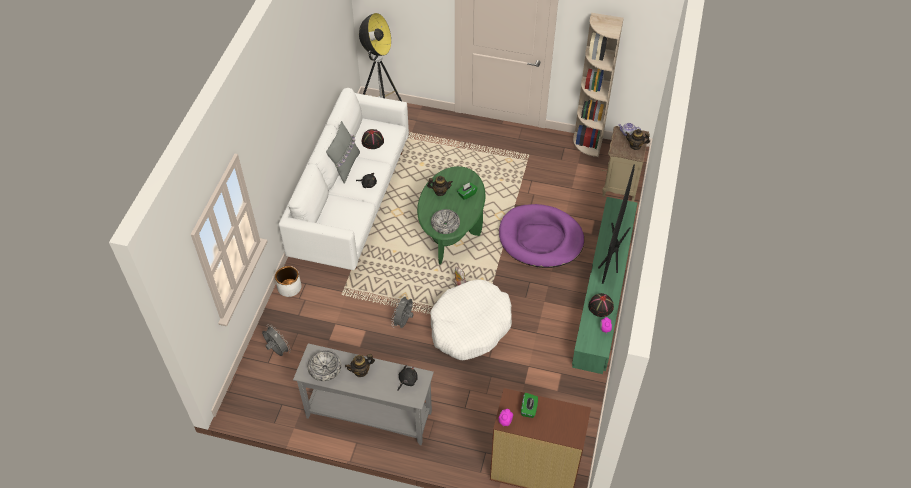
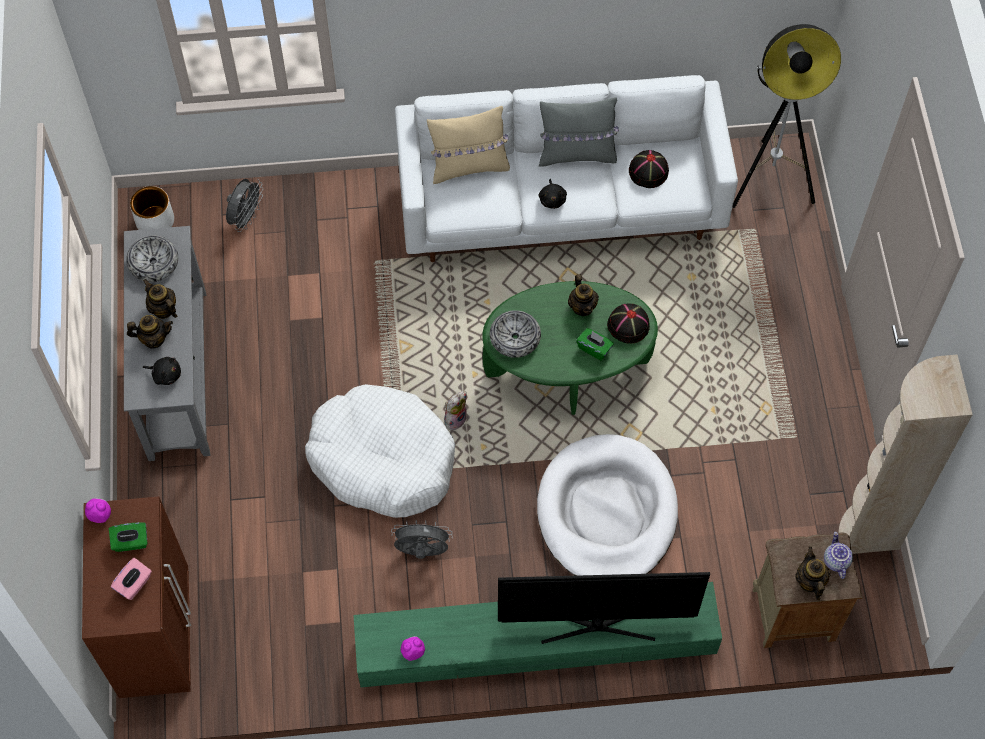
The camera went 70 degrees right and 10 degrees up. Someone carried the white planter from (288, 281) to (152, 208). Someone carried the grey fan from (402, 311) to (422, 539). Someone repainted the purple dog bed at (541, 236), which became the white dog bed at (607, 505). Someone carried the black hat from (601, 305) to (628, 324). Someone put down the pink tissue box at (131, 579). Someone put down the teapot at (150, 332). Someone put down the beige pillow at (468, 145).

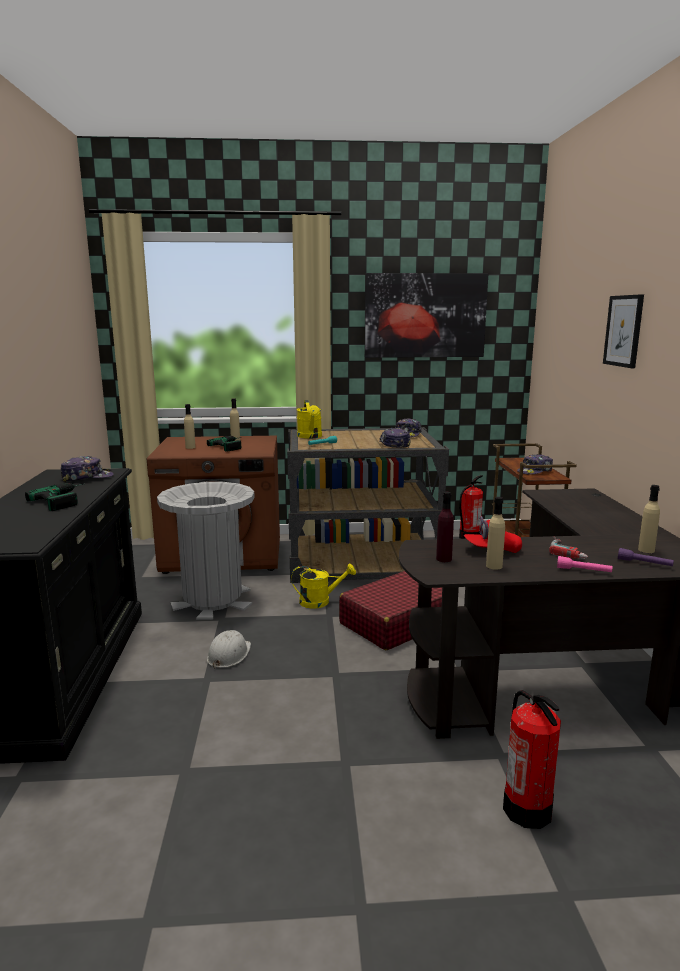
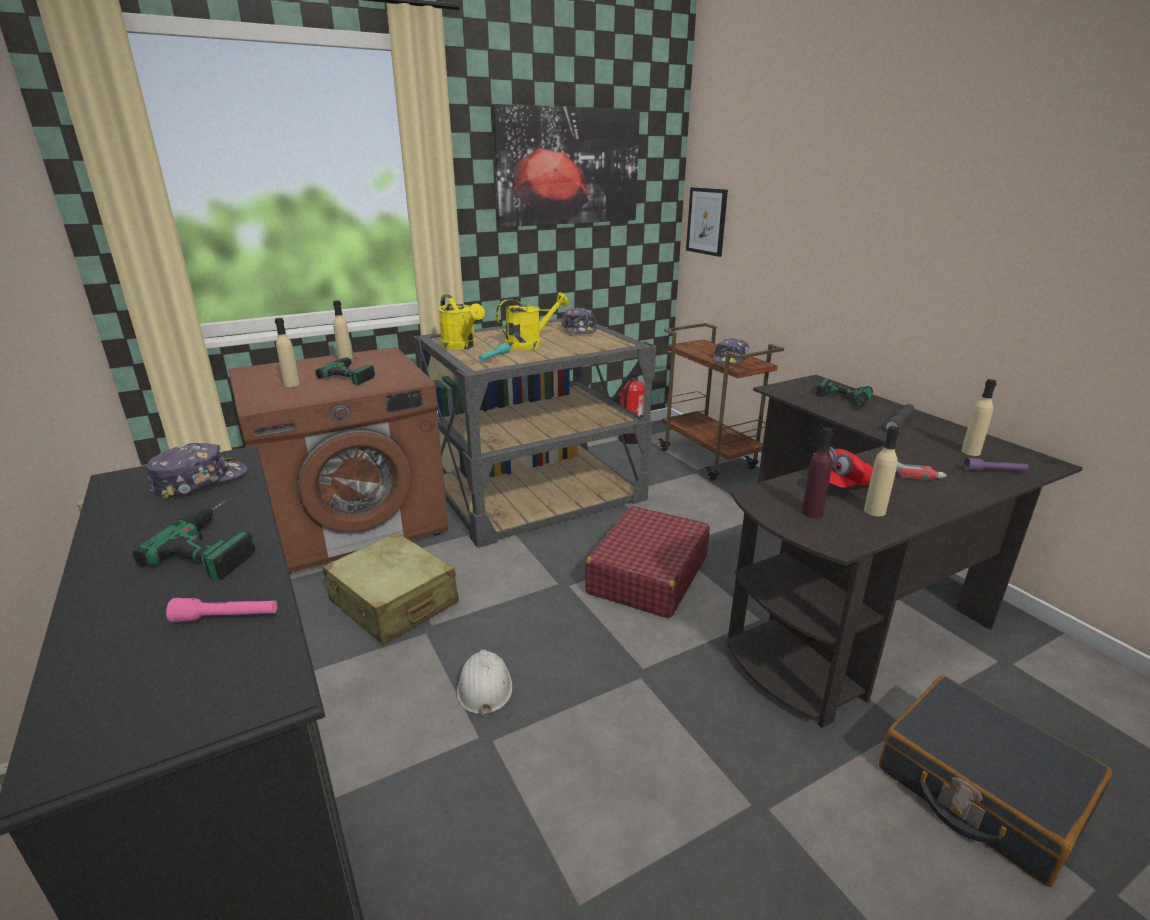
The camera went 25 degrees left and 10 degrees up. Someone swapped the grey trash can at (206, 551) for the beige suitcase at (390, 588). Someone carried the yellow watering can from (323, 586) to (532, 321). Someone took away the cap at (395, 438). Someone swapped the fire extinguisher at (532, 759) for the black suitcase at (996, 781). Someone carried the pink flashlight from (585, 564) to (221, 610). Someone carried the picture from (623, 331) to (707, 222). Someone put down the power drill at (844, 393). Someone put down the grey flashlight at (899, 417).

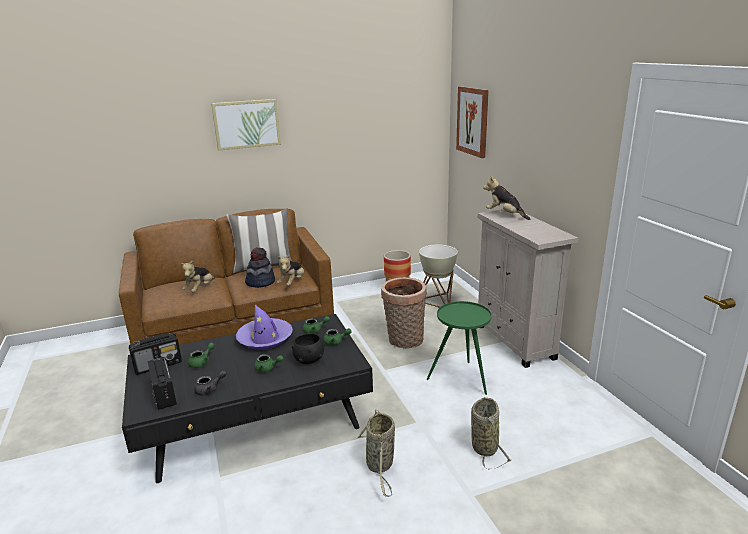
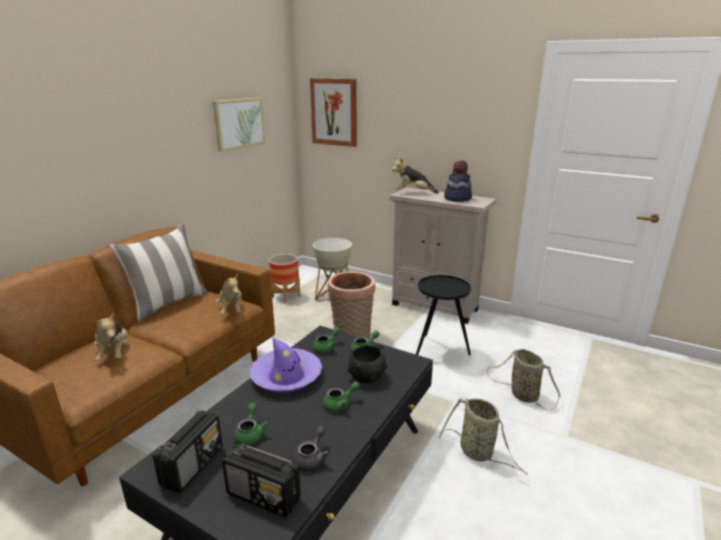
The camera went 40 degrees left and 0 degrees up. Someone carried the picture from (246, 124) to (239, 125). Someone carried the hat from (260, 267) to (458, 181). Someone repainted the green side table at (459, 348), which became the black side table at (443, 315).

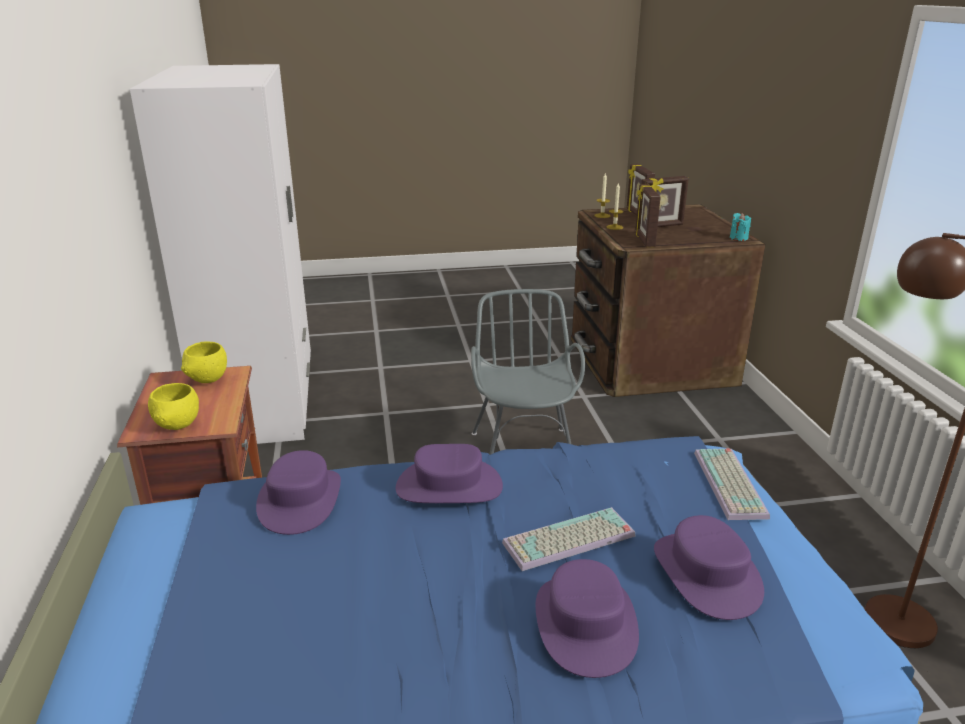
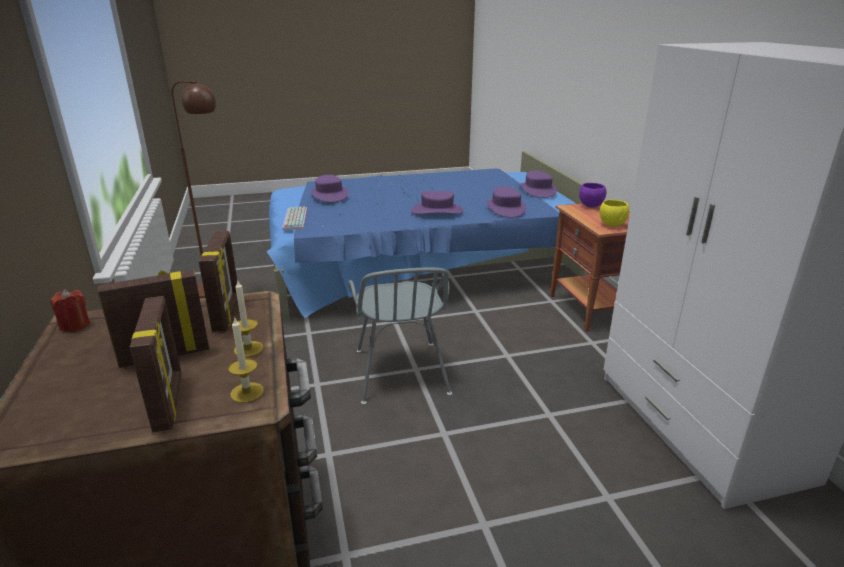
The camera went 175 degrees right and 0 degrees up. Someone repainted the yellow bowl at (173, 406), which became the purple bowl at (593, 195). Someone took away the keyboard at (569, 539). Someone carried the purple hat from (587, 618) to (538, 184). Someone repainted the turquoise candle at (740, 227), which became the red candle at (70, 310).

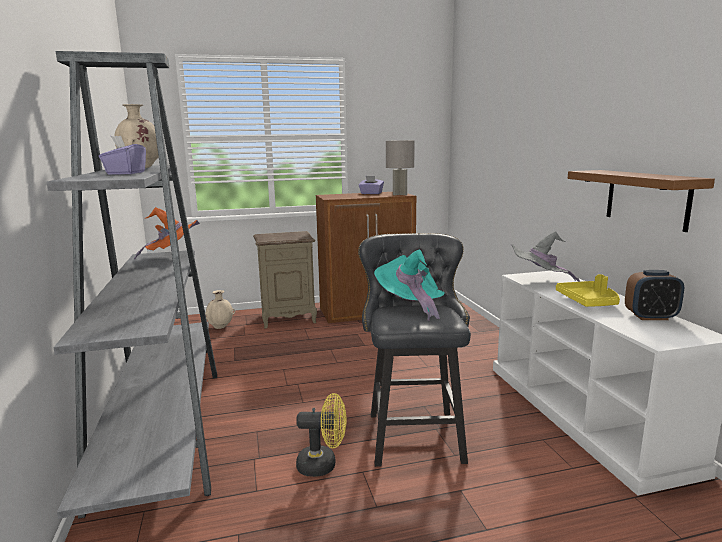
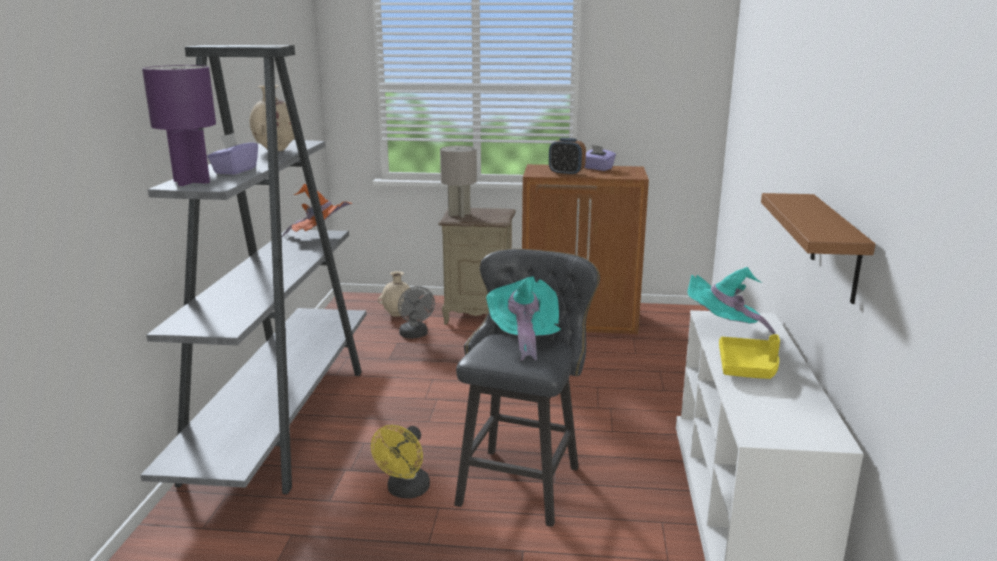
The camera went 20 degrees right and 5 degrees up. Someone rotated the yellow fan at (321, 435) by 90 degrees clockwise. Someone carried the grey table lamp from (400, 167) to (458, 182). Someone repainted the grey hat at (545, 256), which became the turquoise hat at (732, 300). Someone carried the alarm clock from (654, 295) to (567, 157). Someone put down the purple table lamp at (179, 125). Someone put down the grey fan at (416, 312).

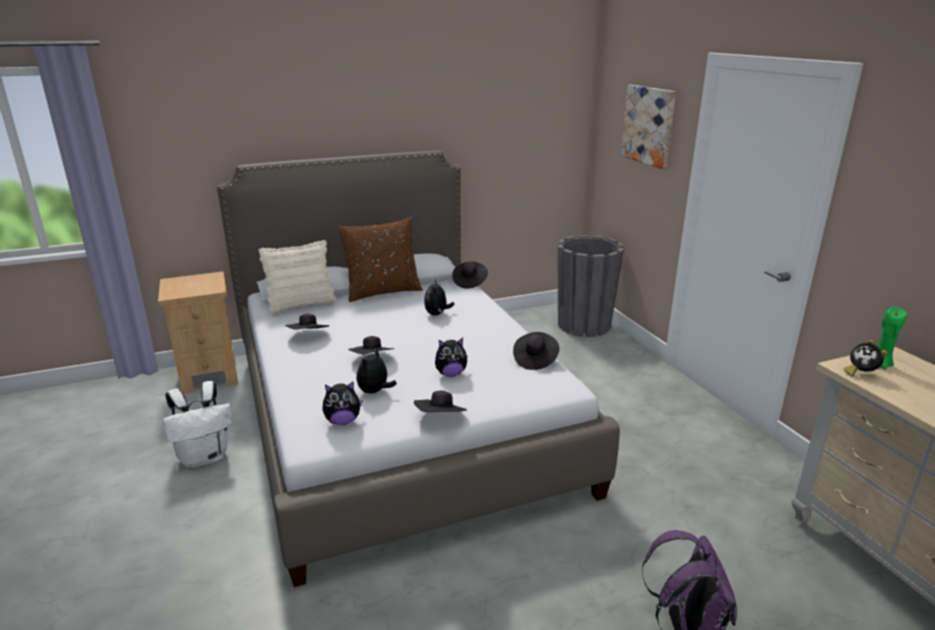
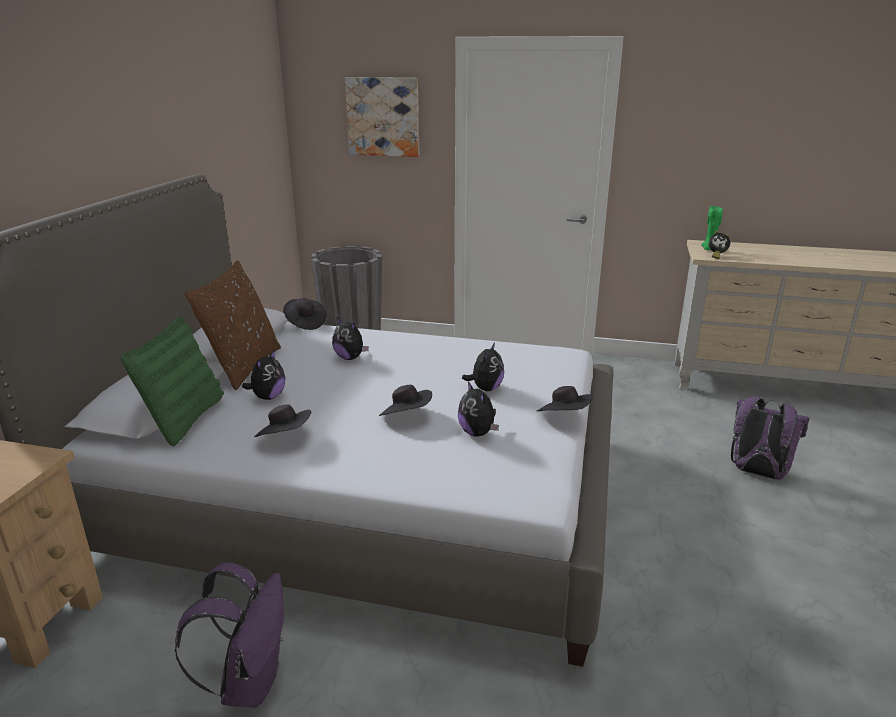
The camera went 55 degrees left and 0 degrees up. Someone repainted the white backpack at (197, 424), which became the purple backpack at (229, 635). Someone repainted the beige pillow at (297, 277), which became the green pillow at (172, 381). Someone carried the plush toy from (342, 403) to (263, 375). Someone took away the black hat at (536, 351).

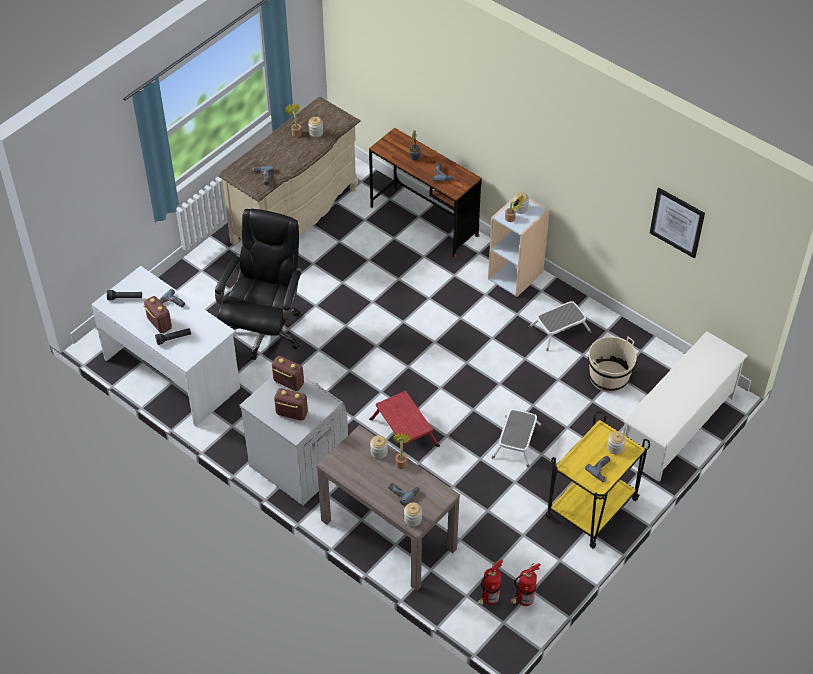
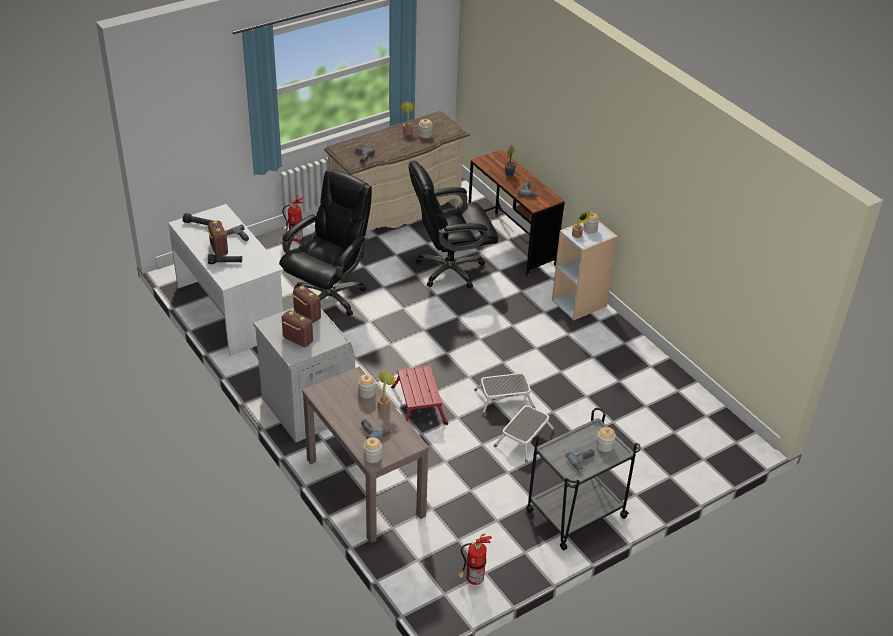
The camera went 15 degrees right and 10 degrees down. Someone carried the fire extinguisher from (490, 582) to (293, 218). Someone carried the grey step ladder from (560, 326) to (505, 394). Someone repainted the yellow cart at (598, 480), which became the grey cart at (583, 479). Someone took away the beige bucket at (612, 364). Someone took away the white shoe rack at (685, 406). Someone took away the picture at (677, 223). Someone put down the black office chair at (453, 224).

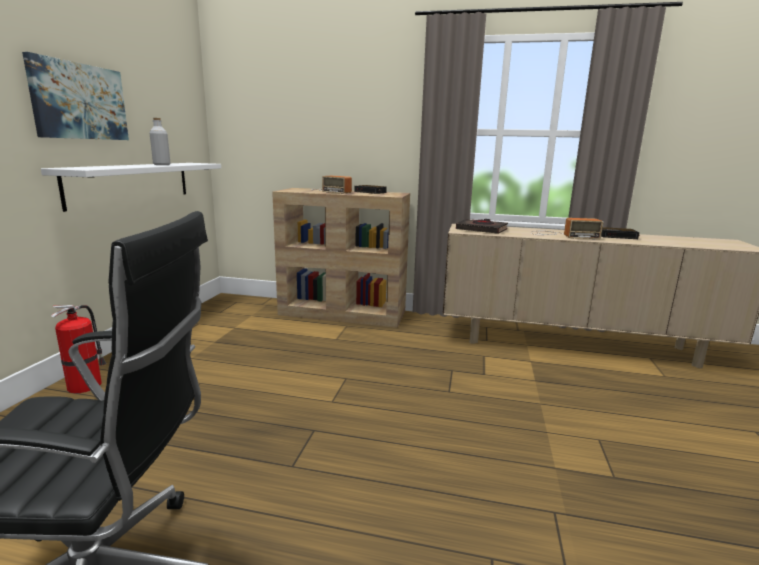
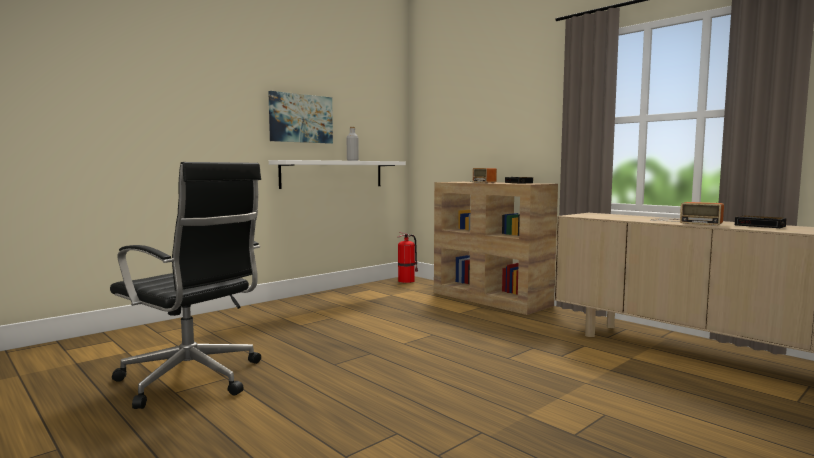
The camera went 35 degrees right and 10 degrees down. Someone carried the fire extinguisher from (78, 349) to (408, 257). Someone took away the black book at (482, 226).

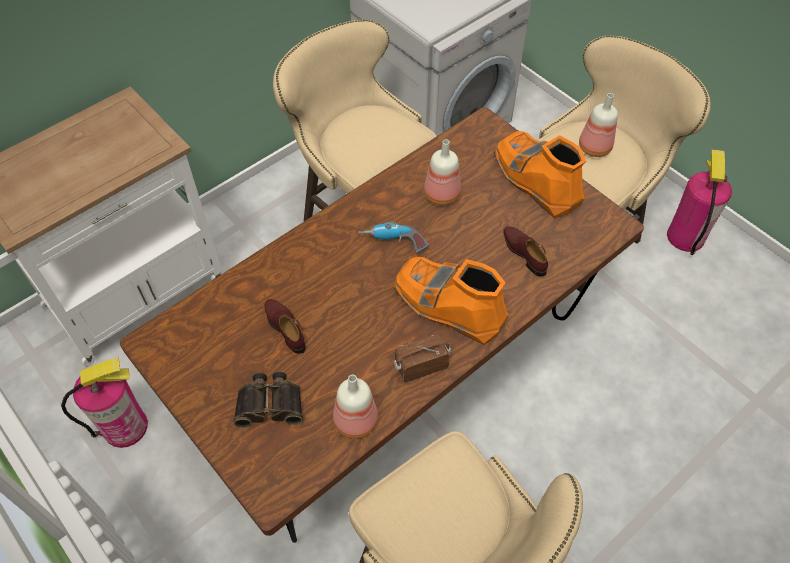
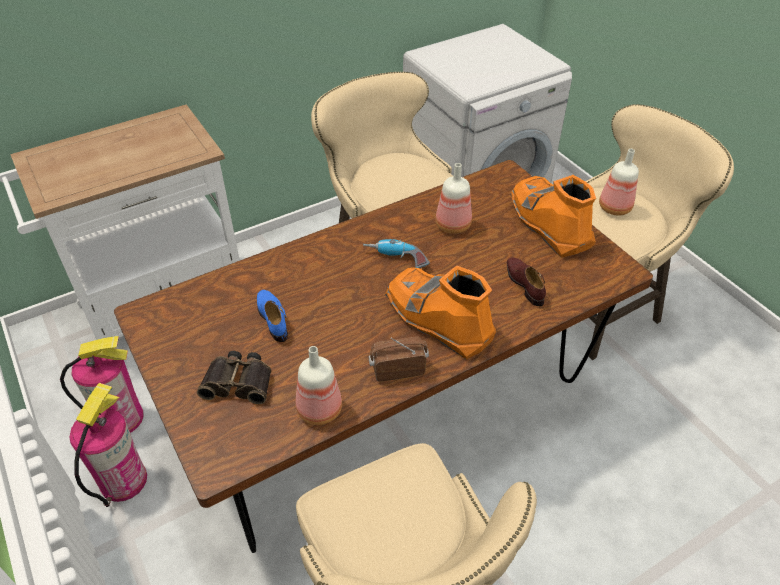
The camera went 10 degrees right and 10 degrees down. Someone repainted the brown shoe at (285, 326), which became the blue shoe at (272, 316). Someone carried the fire extinguisher from (699, 202) to (108, 445).

